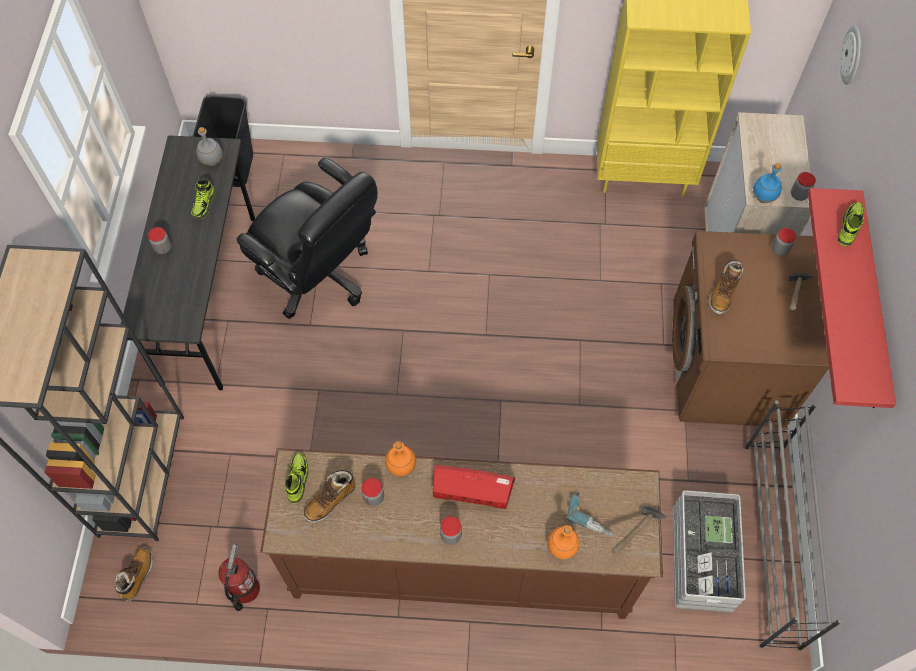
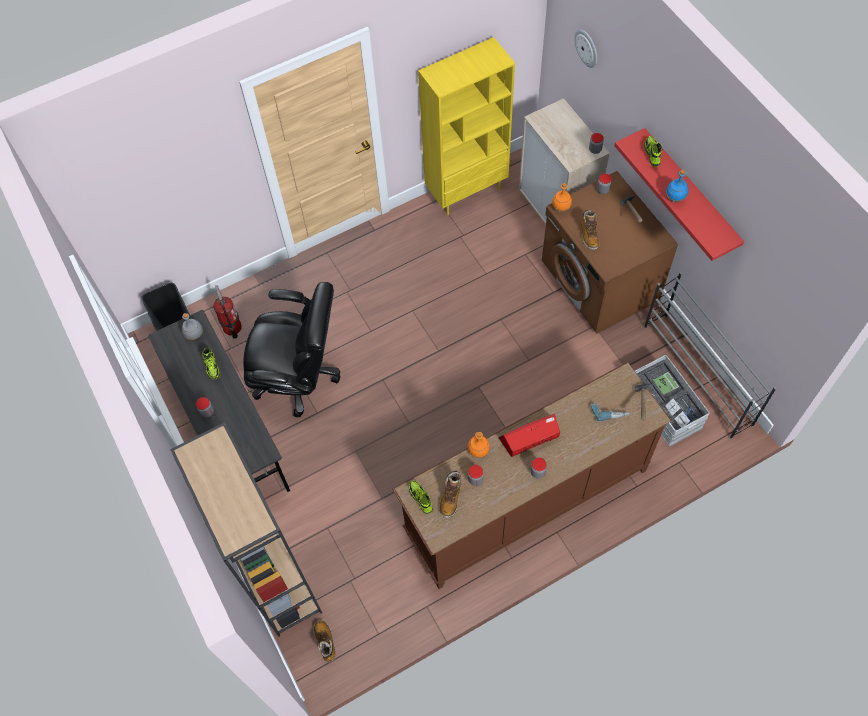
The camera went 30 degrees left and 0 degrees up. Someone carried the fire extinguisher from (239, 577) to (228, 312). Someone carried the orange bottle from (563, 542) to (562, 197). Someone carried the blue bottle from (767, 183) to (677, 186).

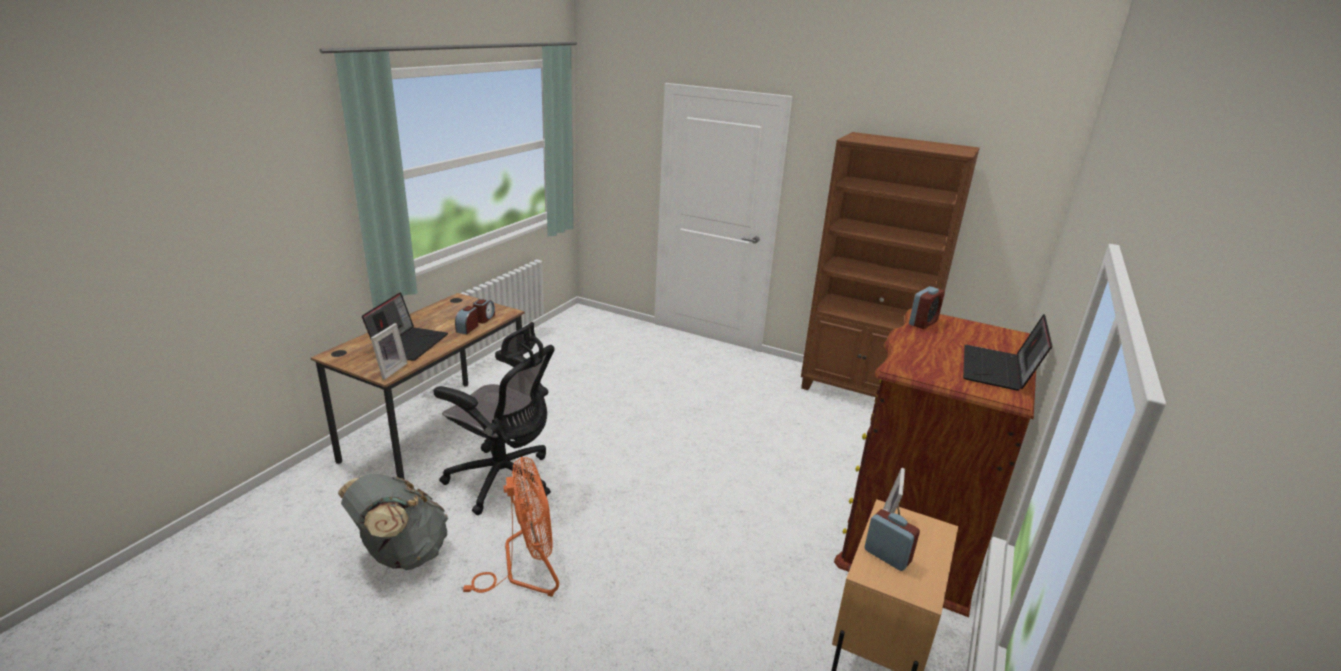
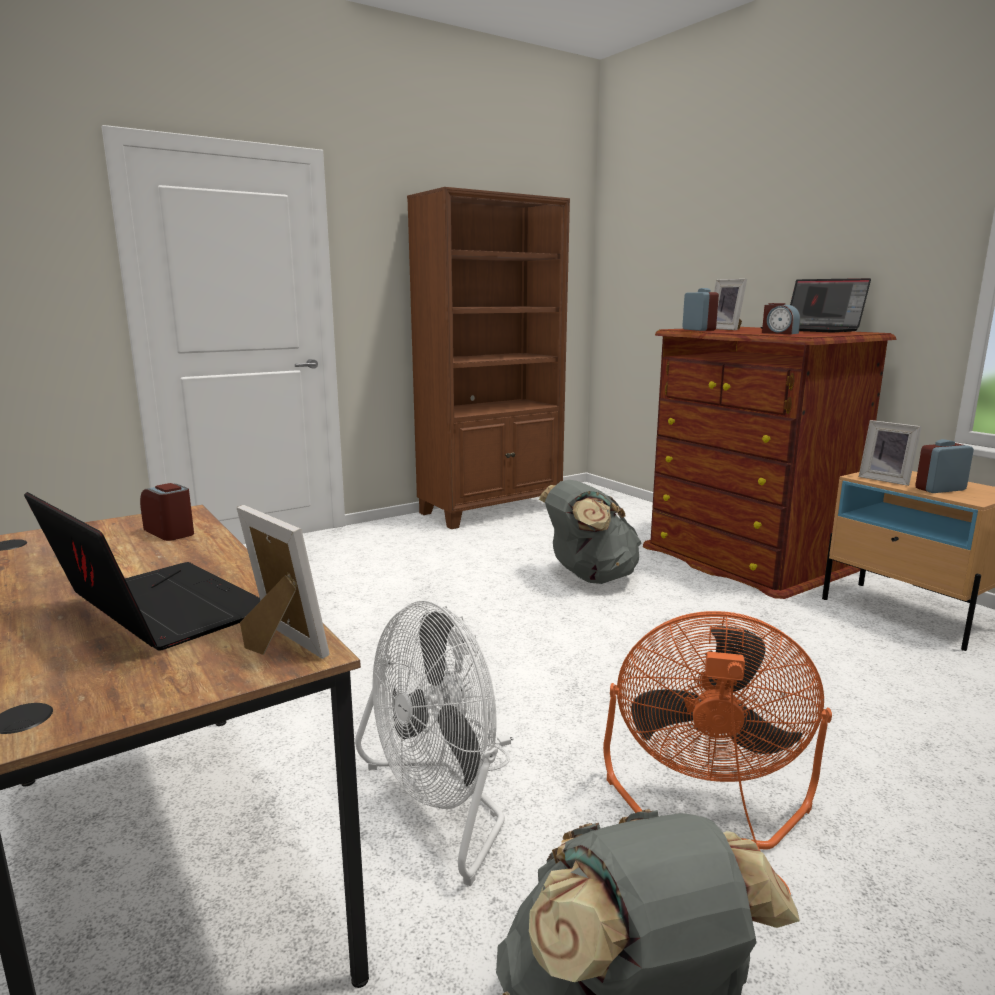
The camera went 60 degrees left and 10 degrees down. Someone swapped the office chair at (494, 418) for the white fan at (434, 743). Someone carried the alarm clock from (466, 320) to (781, 318). Someone put down the grey backpack at (590, 532). Someone put down the picture frame at (730, 304).

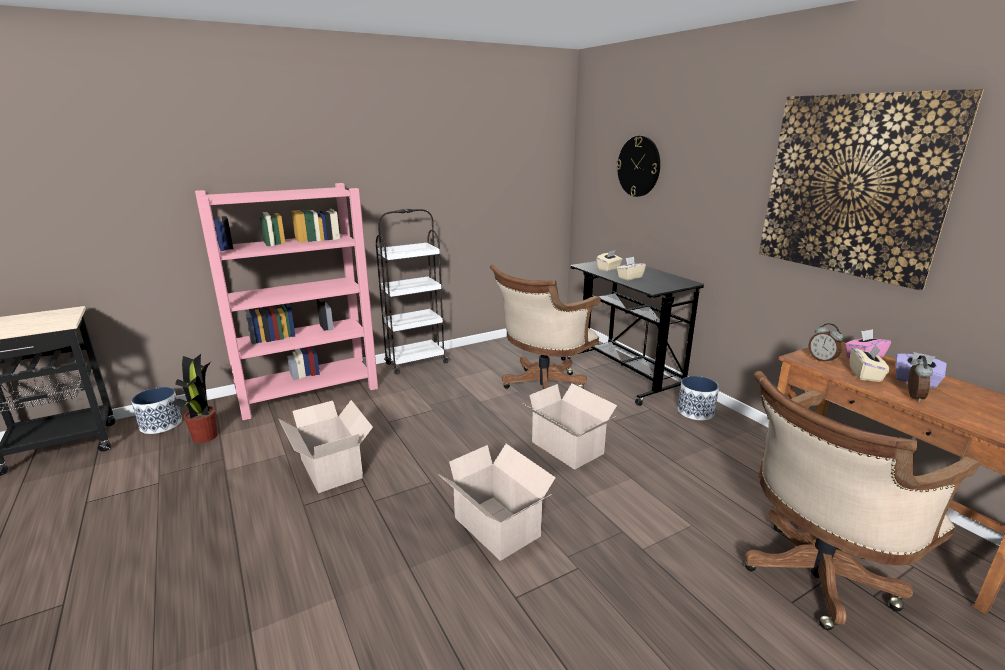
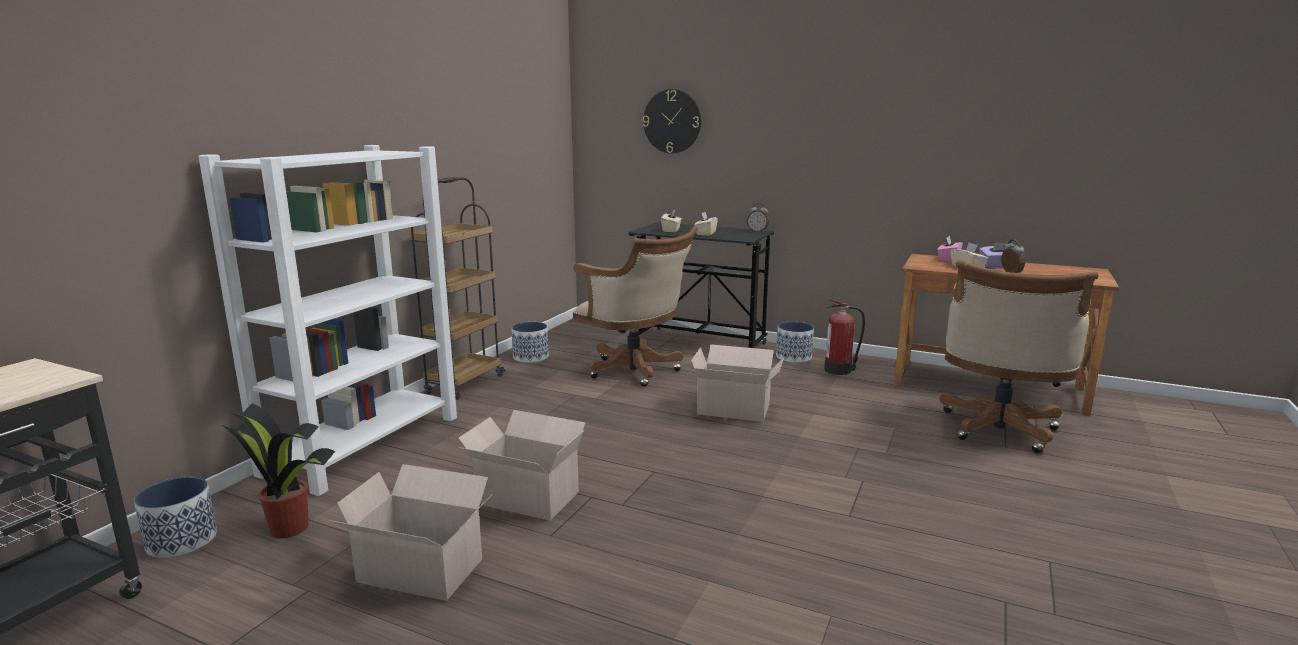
The camera went 35 degrees left and 5 degrees down. Someone repainted the pink bookcase at (286, 301), which became the white bookcase at (327, 320). Someone repainted the white cart at (412, 292), which became the brown cart at (457, 288). Someone carried the cardboard box from (497, 502) to (411, 532). Someone rotated the office chair at (545, 326) by 60 degrees counterclockwise. Someone took away the picture at (871, 189). Someone carried the alarm clock from (825, 343) to (758, 218). Someone put down the planter at (530, 342). Someone put down the fire extinguisher at (844, 336).

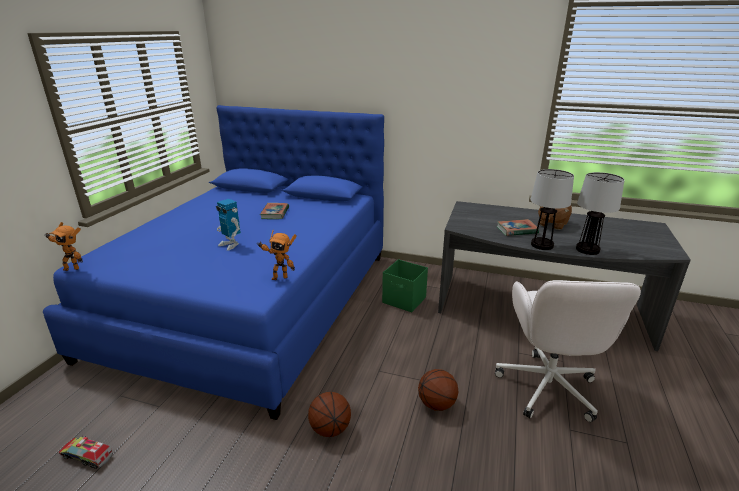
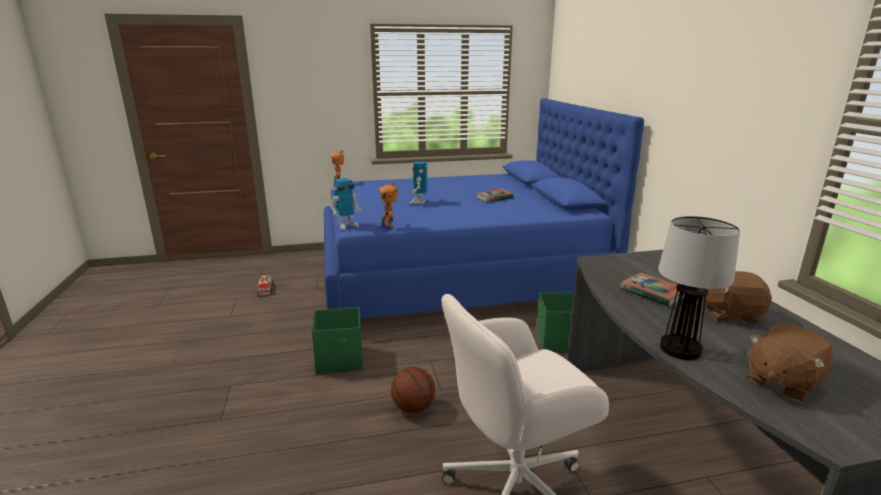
The camera went 60 degrees right and 5 degrees down. Someone swapped the basketball at (329, 414) for the green storage box at (337, 340). Someone took away the table lamp at (552, 209). Someone put down the toy robot at (345, 204). Someone put down the brown plush toy at (790, 363).

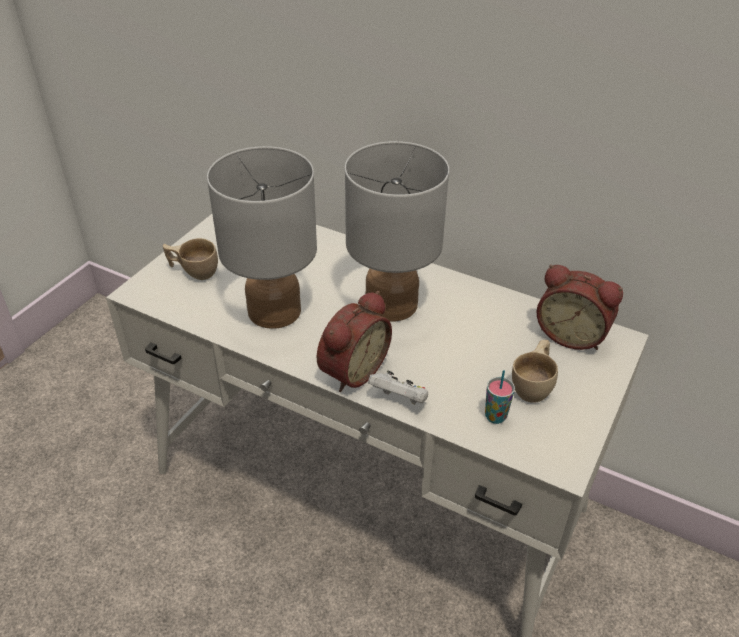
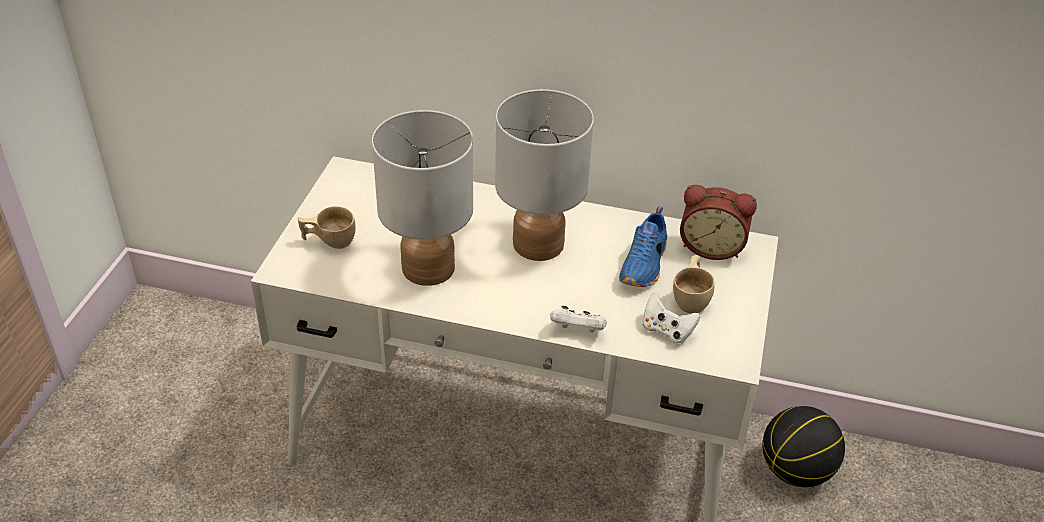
The camera went 15 degrees left and 0 degrees up. Someone took away the alarm clock at (354, 341). Someone swapped the cup at (500, 397) for the white game controller at (671, 318). Someone put down the blue shoe at (643, 246). Someone put down the basketball at (803, 446).

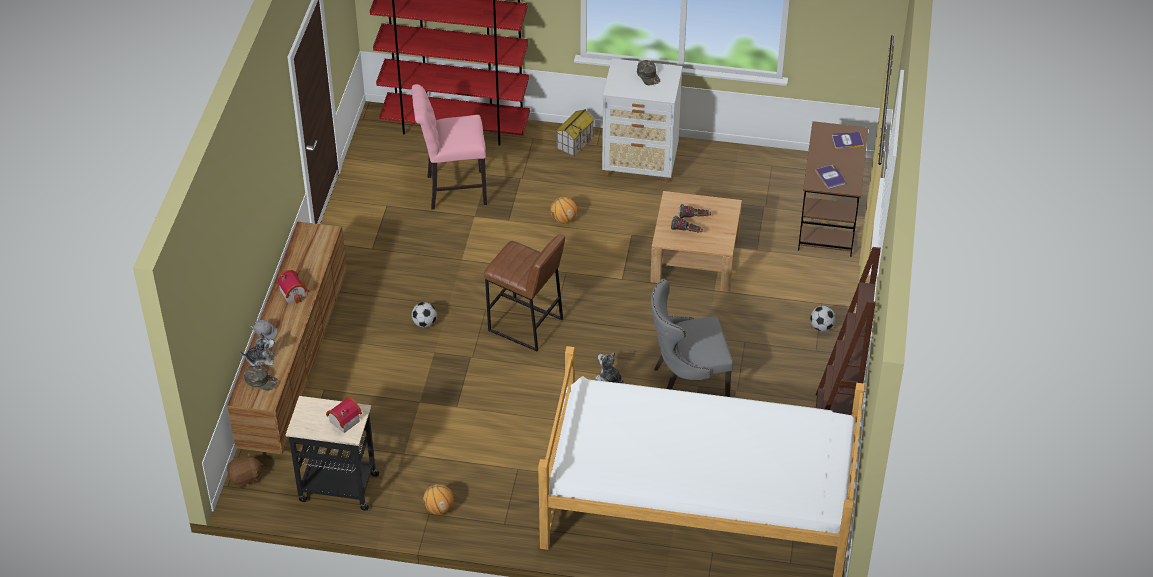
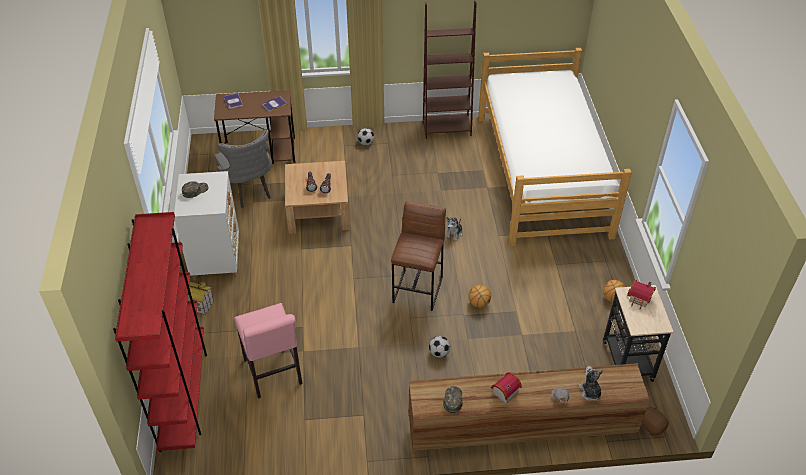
The camera went 105 degrees left and 0 degrees up. Someone carried the green cap from (261, 378) to (453, 399). Someone carried the basketball from (563, 210) to (479, 296). Someone carried the grey chair from (692, 338) to (243, 168).

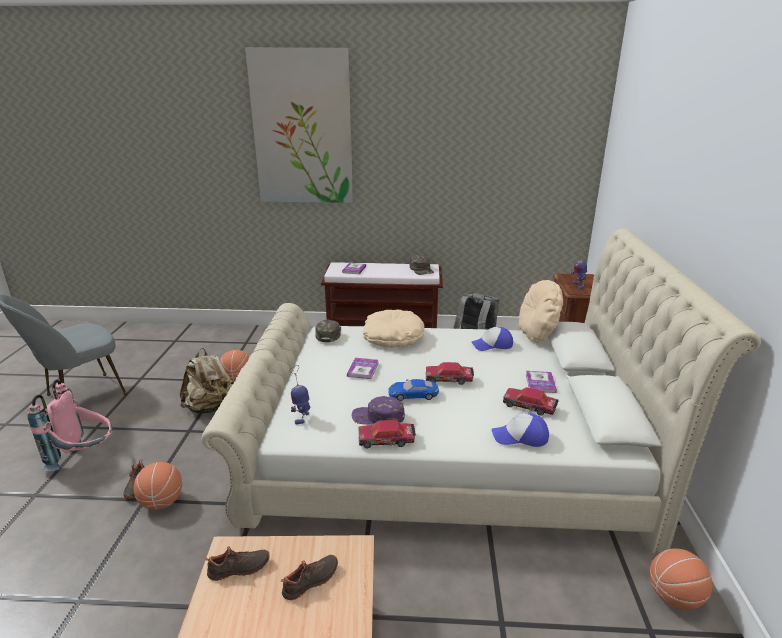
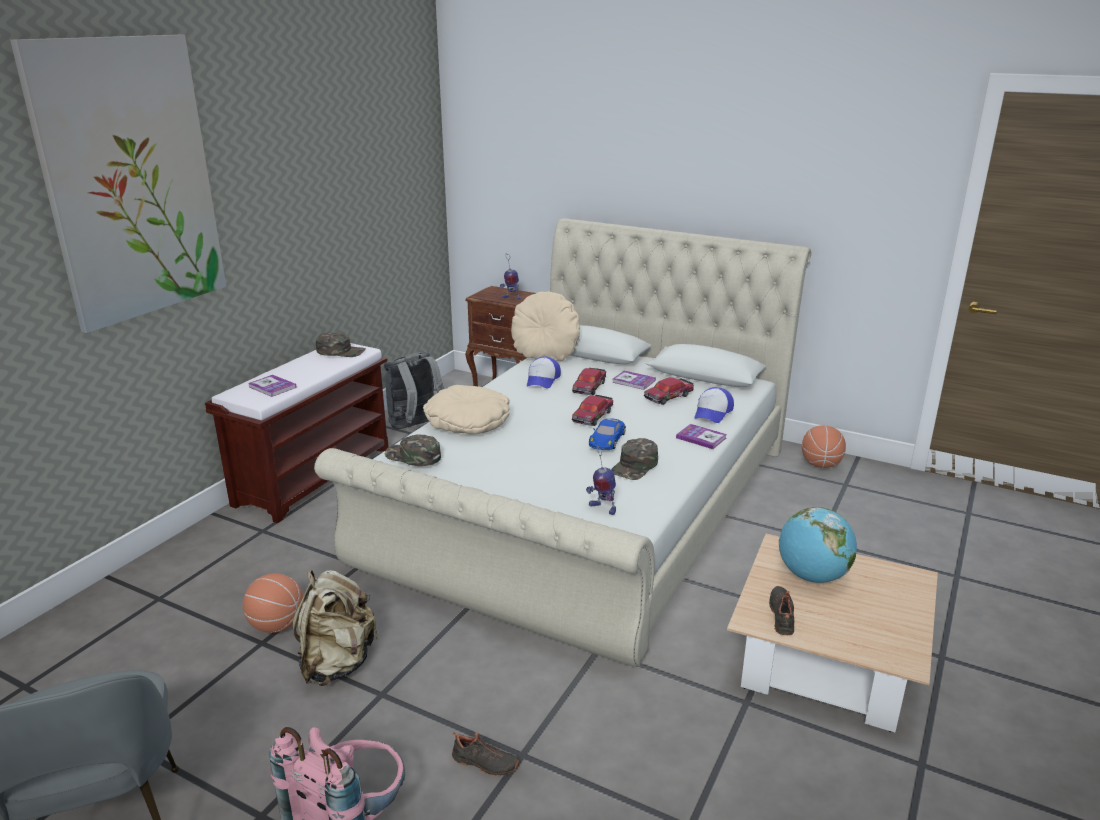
The camera went 65 degrees left and 0 degrees up. Someone took away the basketball at (158, 486). Someone swapped the black shoe at (309, 577) for the globe at (818, 545). Someone carried the book from (362, 368) to (701, 436). Someone repainted the purple cap at (378, 410), which became the green cap at (634, 459). Someone carried the toy car from (387, 434) to (589, 381).

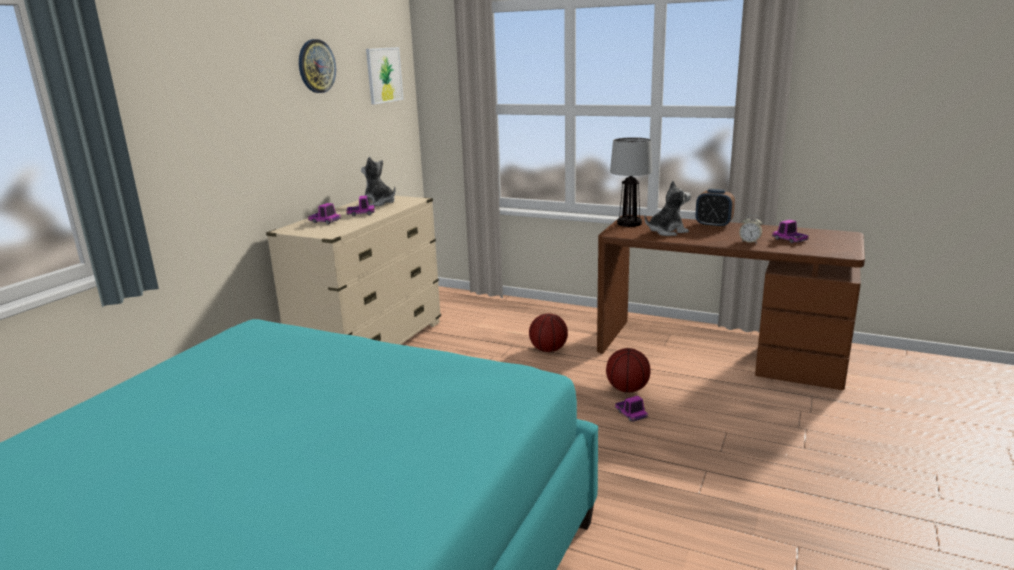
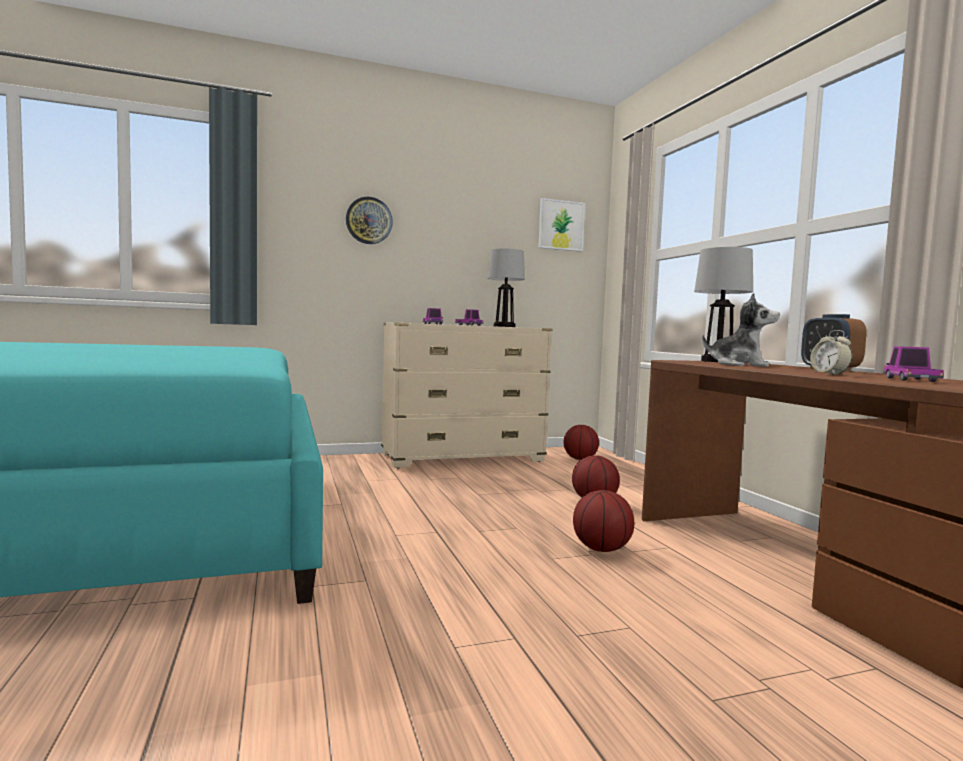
The camera went 45 degrees right and 15 degrees down. Someone carried the wall clock from (317, 66) to (369, 220). Someone swapped the plush toy at (378, 181) for the table lamp at (506, 287). Someone took away the toy truck at (631, 409). Someone put down the basketball at (581, 442).

